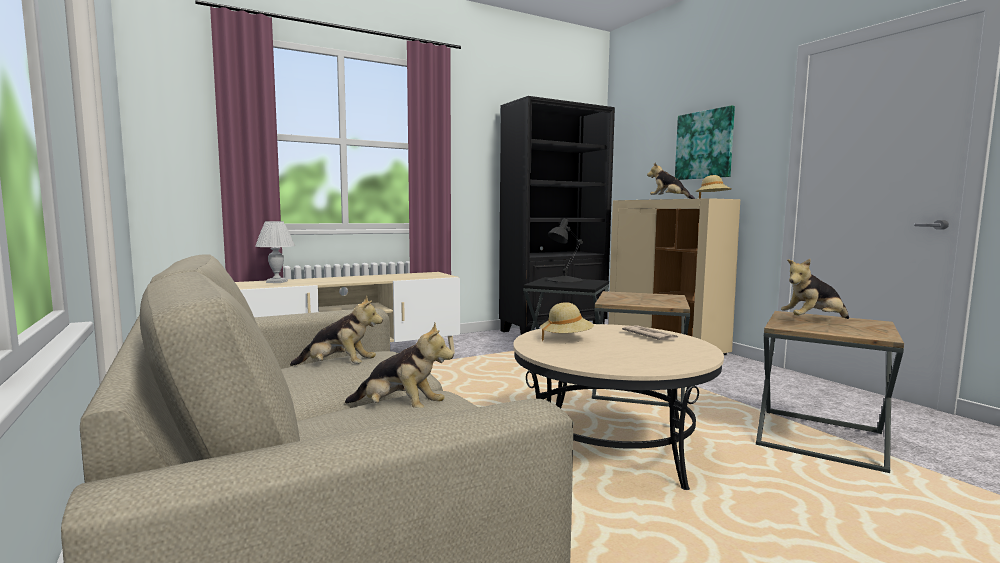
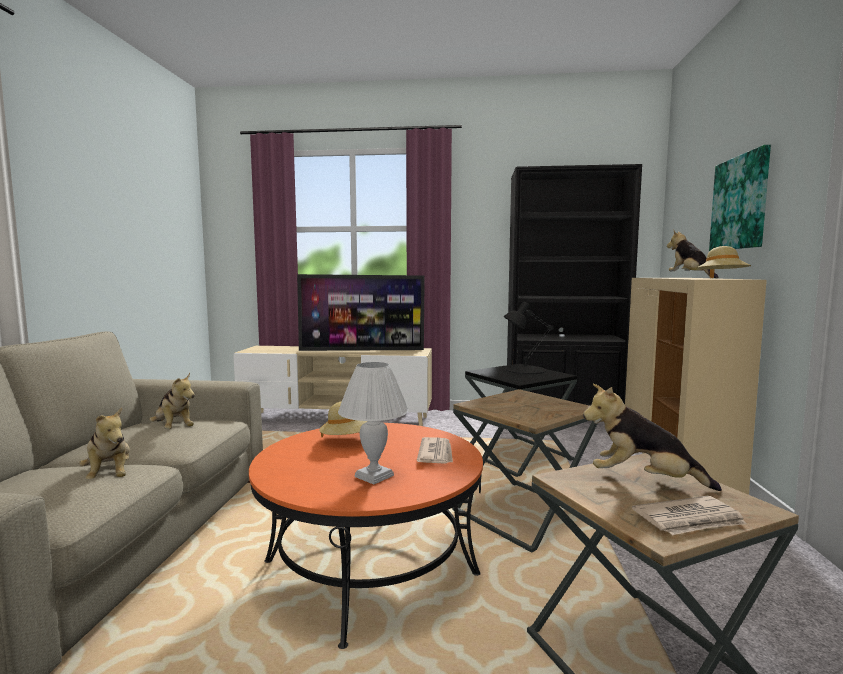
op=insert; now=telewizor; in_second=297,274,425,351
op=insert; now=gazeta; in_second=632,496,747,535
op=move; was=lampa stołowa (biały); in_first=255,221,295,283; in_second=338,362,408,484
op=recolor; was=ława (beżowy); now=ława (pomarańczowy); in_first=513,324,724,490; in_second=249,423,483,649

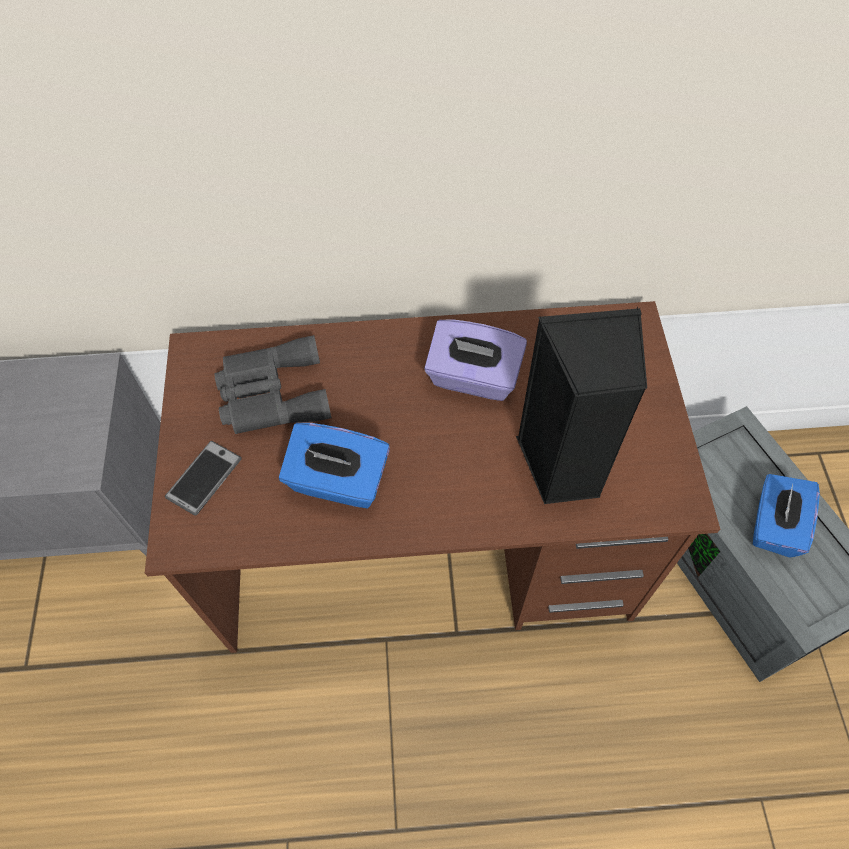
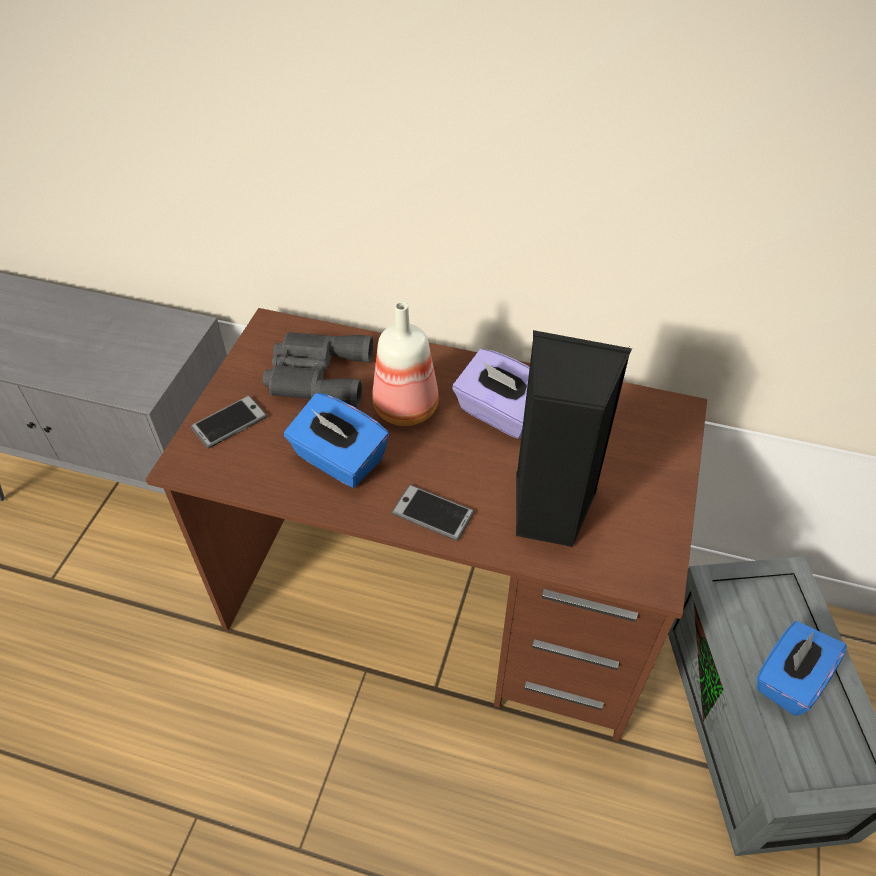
op=insert; now=butelka; in_second=372,302,439,426
op=insert; now=telefon; in_second=391,485,474,541

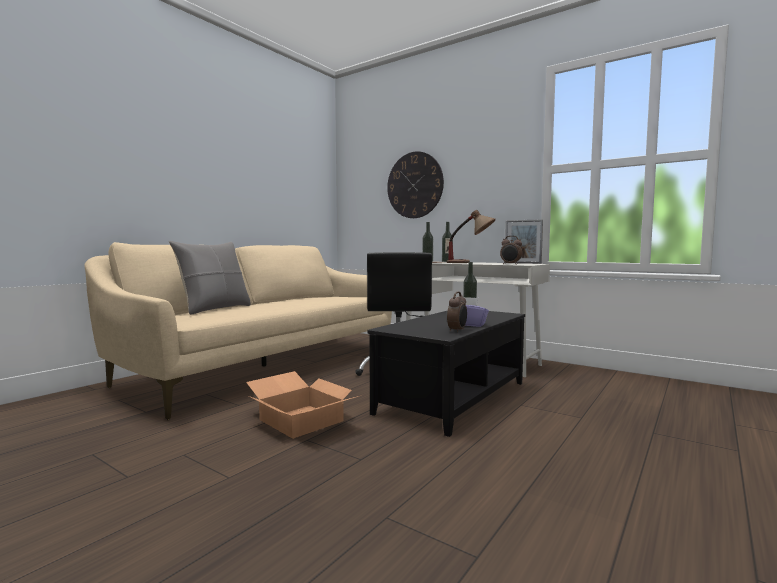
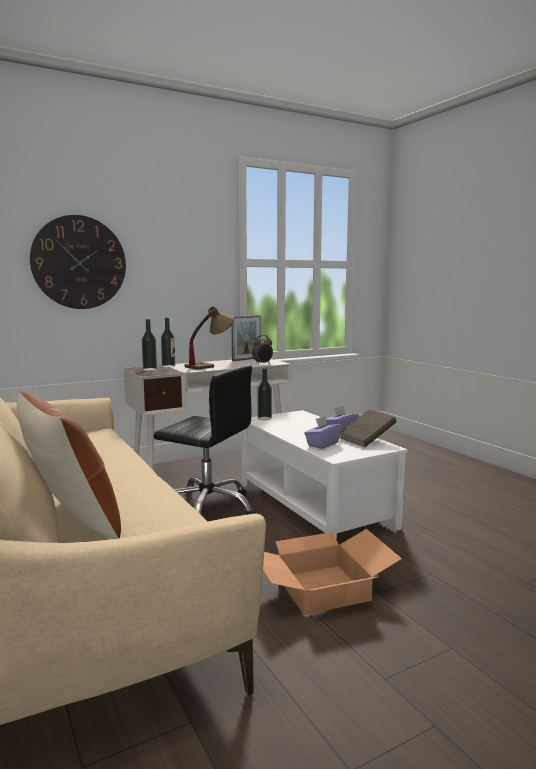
op=insert; now=pudełko chusteczek (fioletowy); in_second=304,416,342,449
op=replace; was=budzik; now=książka (brązowy); in_first=447,292,467,333; in_second=340,410,396,447
op=recolor; was=poduszka (szary); now=poduszka (brązowy); in_first=169,241,251,315; in_second=17,392,121,539
op=recolor; was=ława (czarny); now=ława (biały); in_first=367,311,525,437; in_second=241,410,408,539

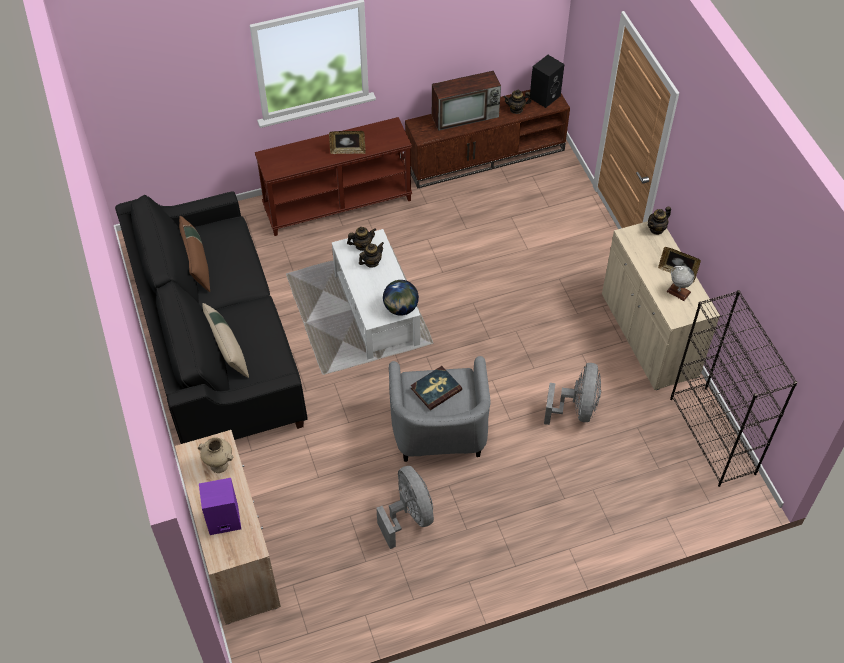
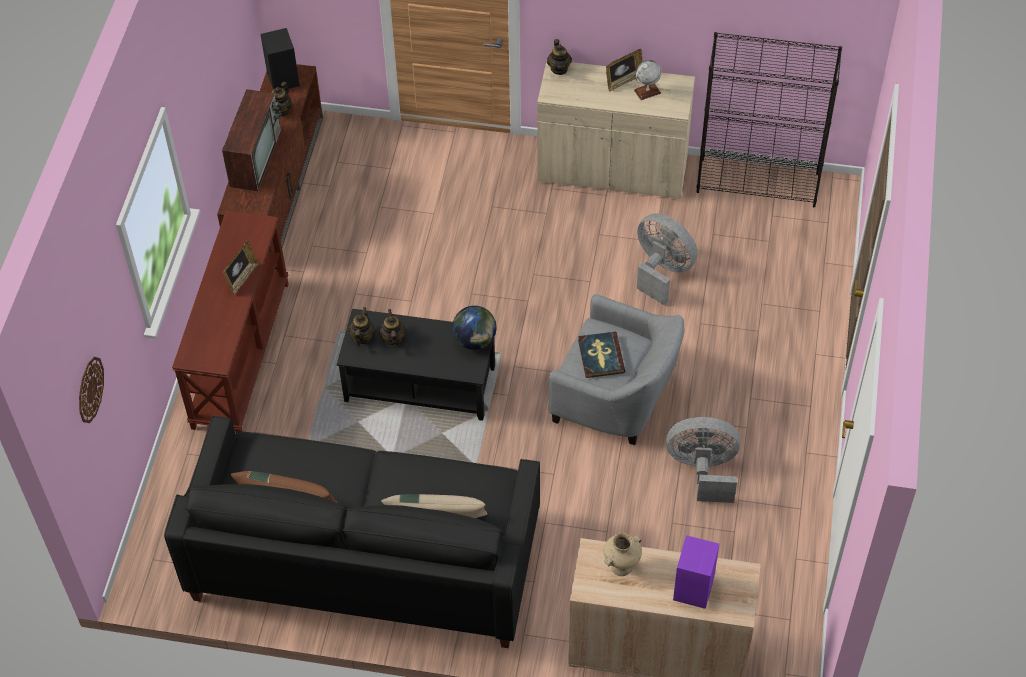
op=insert; now=zegar ścienny; in_second=79,357,104,423
op=recolor; was=ława (biały); now=ława (czarny); in_first=332,229,421,359; in_second=337,309,495,421

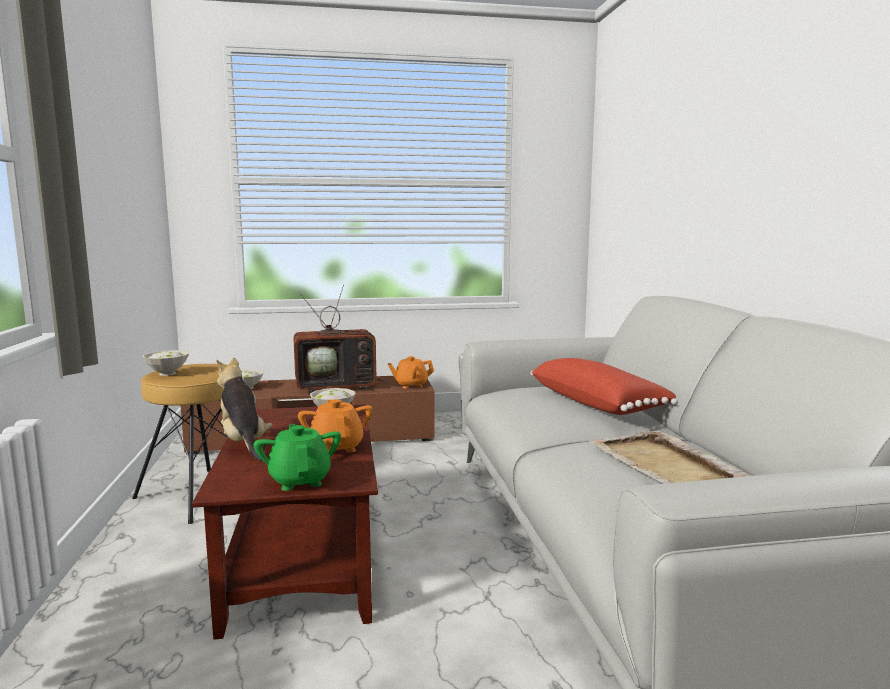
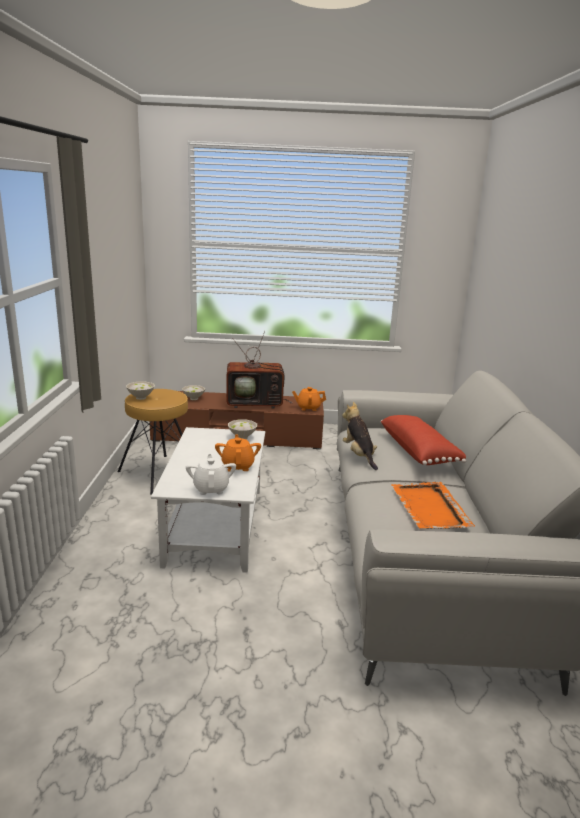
op=move; was=pluszak; in_first=216,358,272,461; in_second=342,402,378,470
op=recolor; was=ława (brązowy); now=ława (biały); in_first=192,404,378,640; in_second=151,427,265,573
op=recolor; was=imbryk (zielony); now=imbryk (biały); in_first=254,424,341,491; in_second=186,454,236,495
op=recolor; was=taca (beżowy); now=taca (pomarańczowy); in_first=589,430,752,484; in_second=392,482,475,529

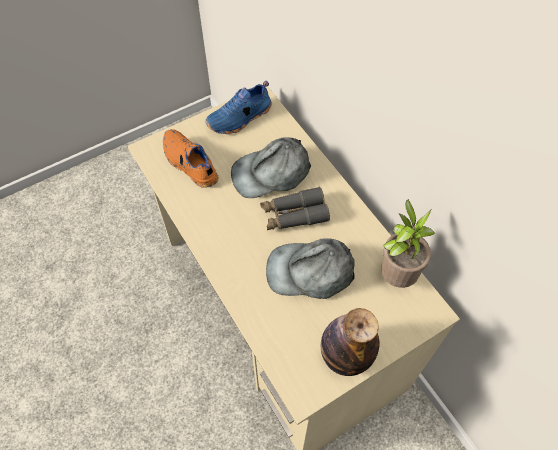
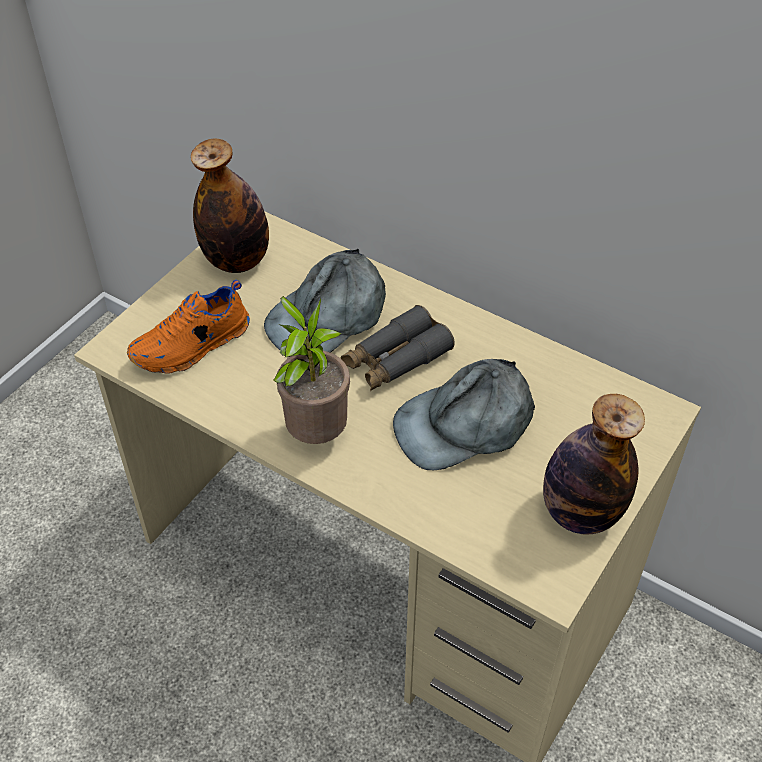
op=move; was=roślina doniczkowa; in_first=381,199,435,288; in_second=273,296,350,444
op=replace; was=but (niebieski); now=butelka; in_first=206,81,272,134; in_second=191,139,269,273
op=rotate; was=but (pomarańczowy); in_first=163,129,219,188; in_second=127,280,250,374; clockwise=-60

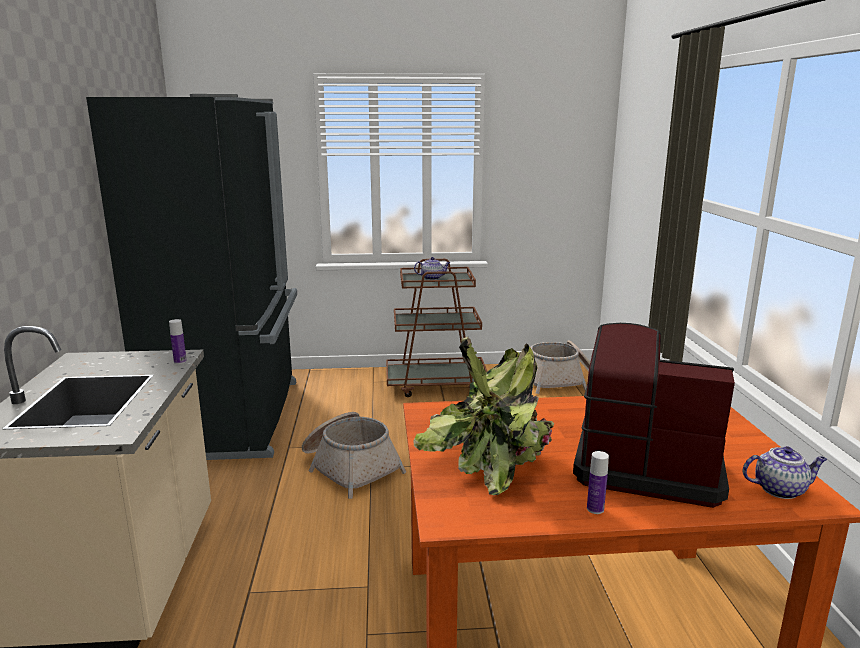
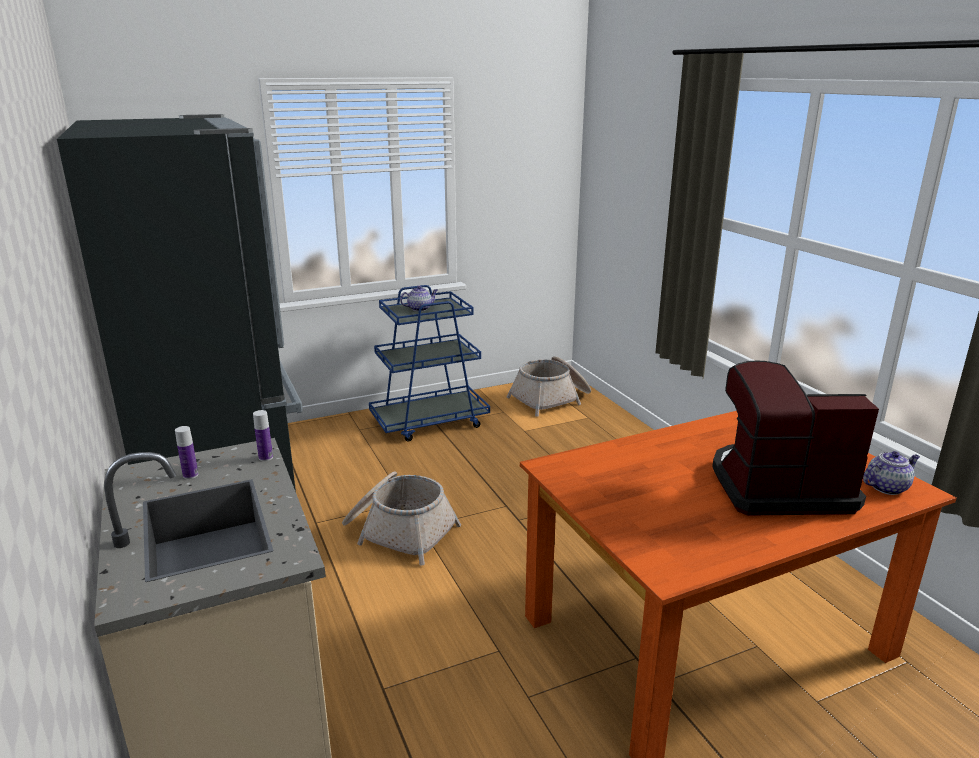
op=delete; was=roślina doniczkowa; in_first=413,337,554,496
op=move; was=butelka; in_first=587,451,609,514; in_second=175,426,198,479
op=recolor; was=wózek (brązowy); now=wózek (niebieski); in_first=386,259,487,397; in_second=369,285,490,442

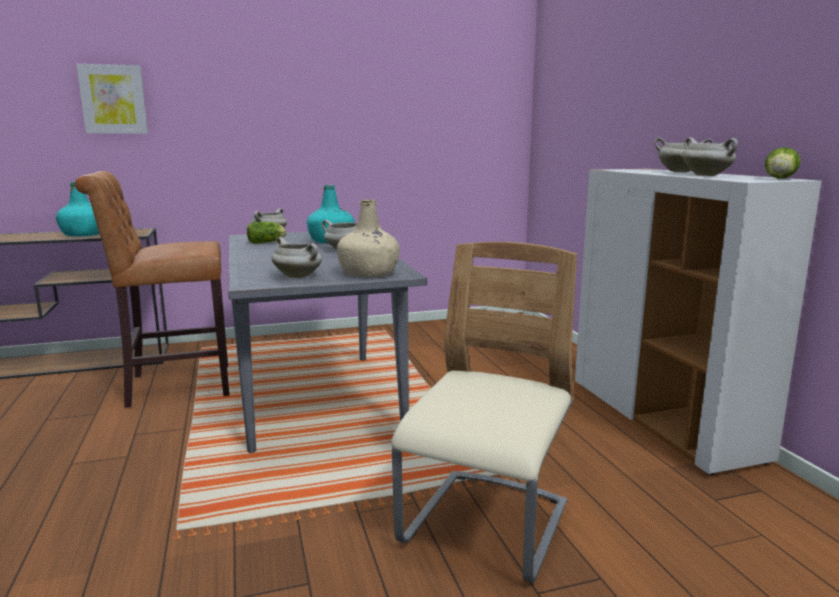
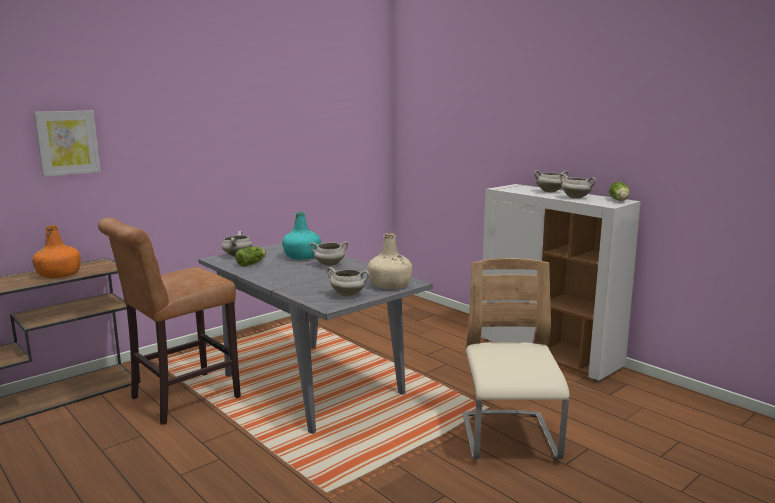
op=recolor; was=butelka (turkusowy); now=butelka (pomarańczowy); in_first=56,182,99,237; in_second=32,225,81,278

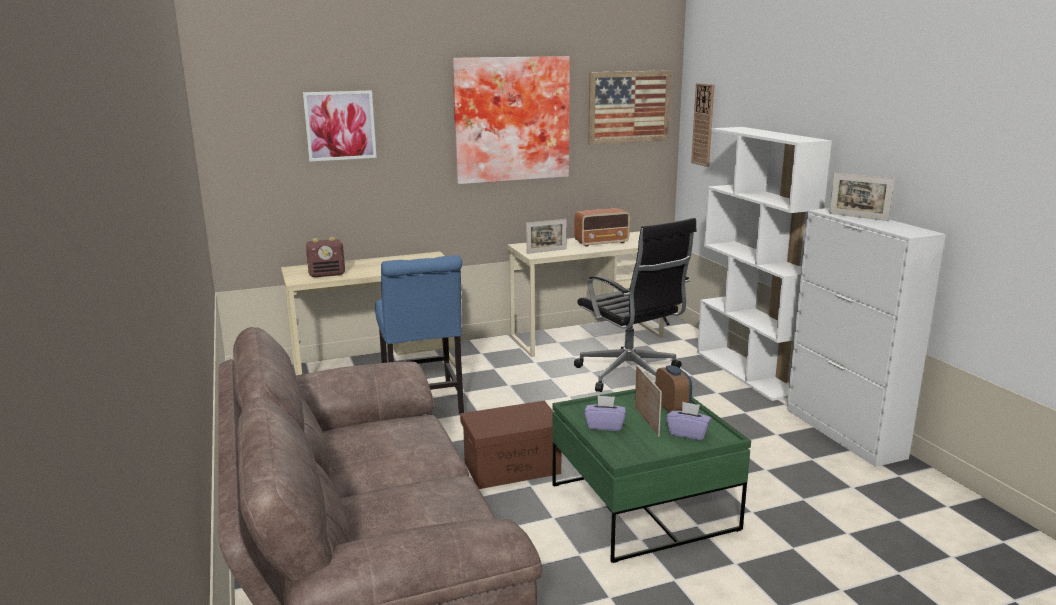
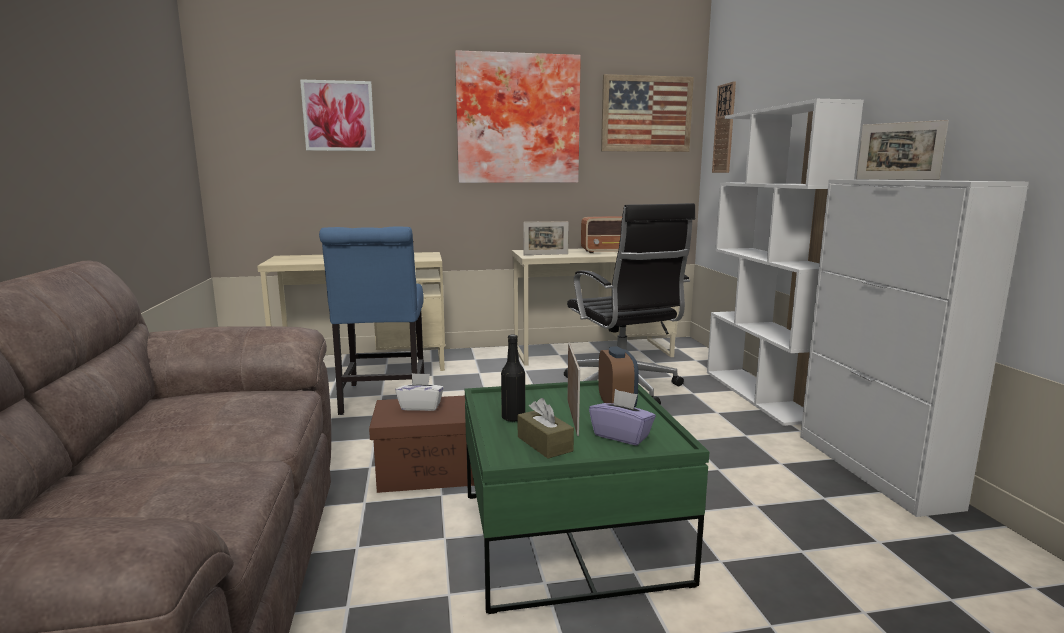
op=delete; was=radio; in_first=306,237,345,277
op=insert; now=pudełko chusteczek (biały); in_second=395,373,444,411
op=insert; now=pudełko chusteczek (brązowy); in_second=518,398,574,458
op=replace; was=pudełko chusteczek (fioletowy); now=butelka (czarny); in_first=584,395,626,431; in_second=501,334,525,422

